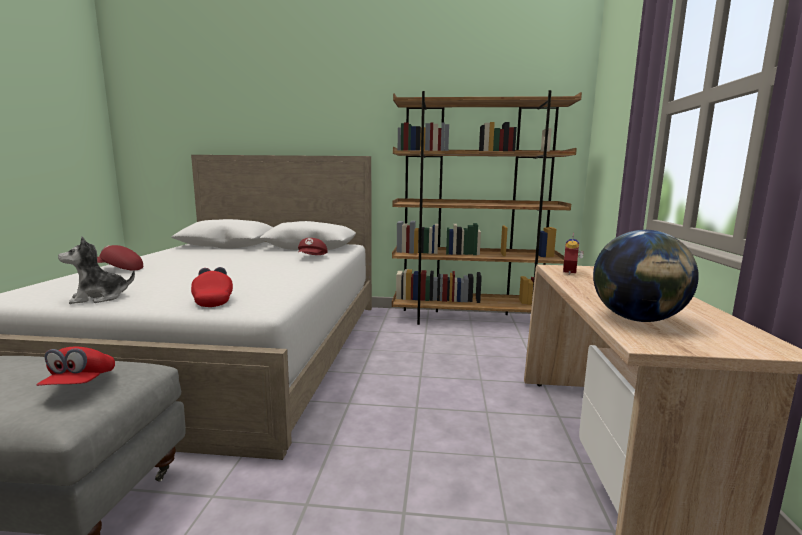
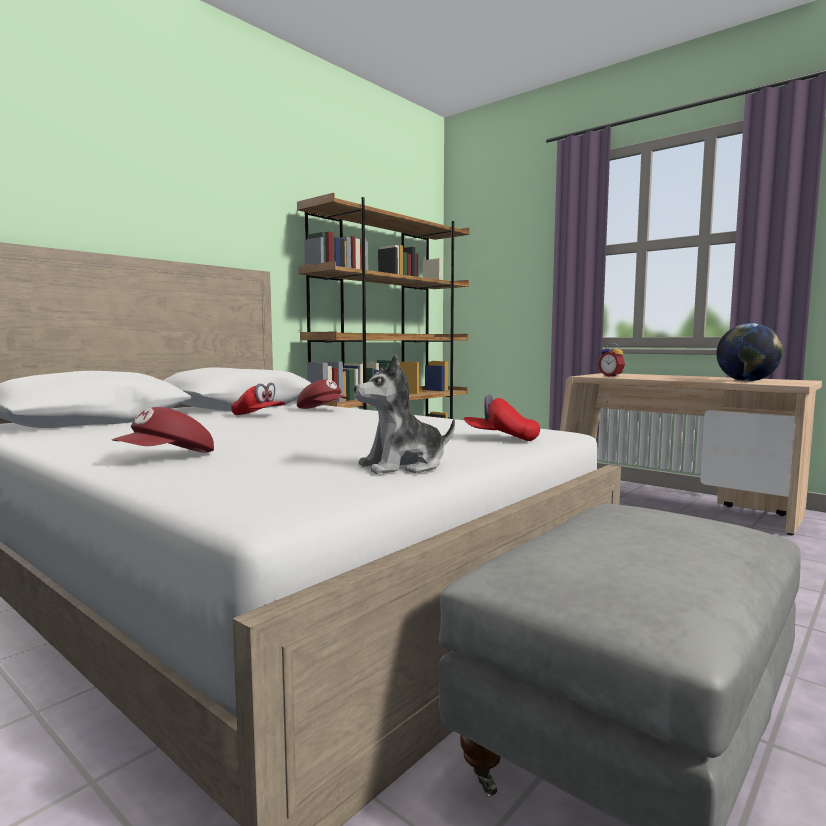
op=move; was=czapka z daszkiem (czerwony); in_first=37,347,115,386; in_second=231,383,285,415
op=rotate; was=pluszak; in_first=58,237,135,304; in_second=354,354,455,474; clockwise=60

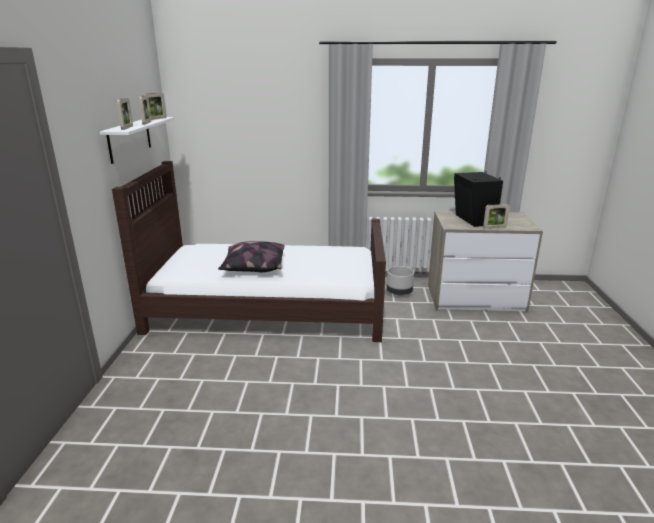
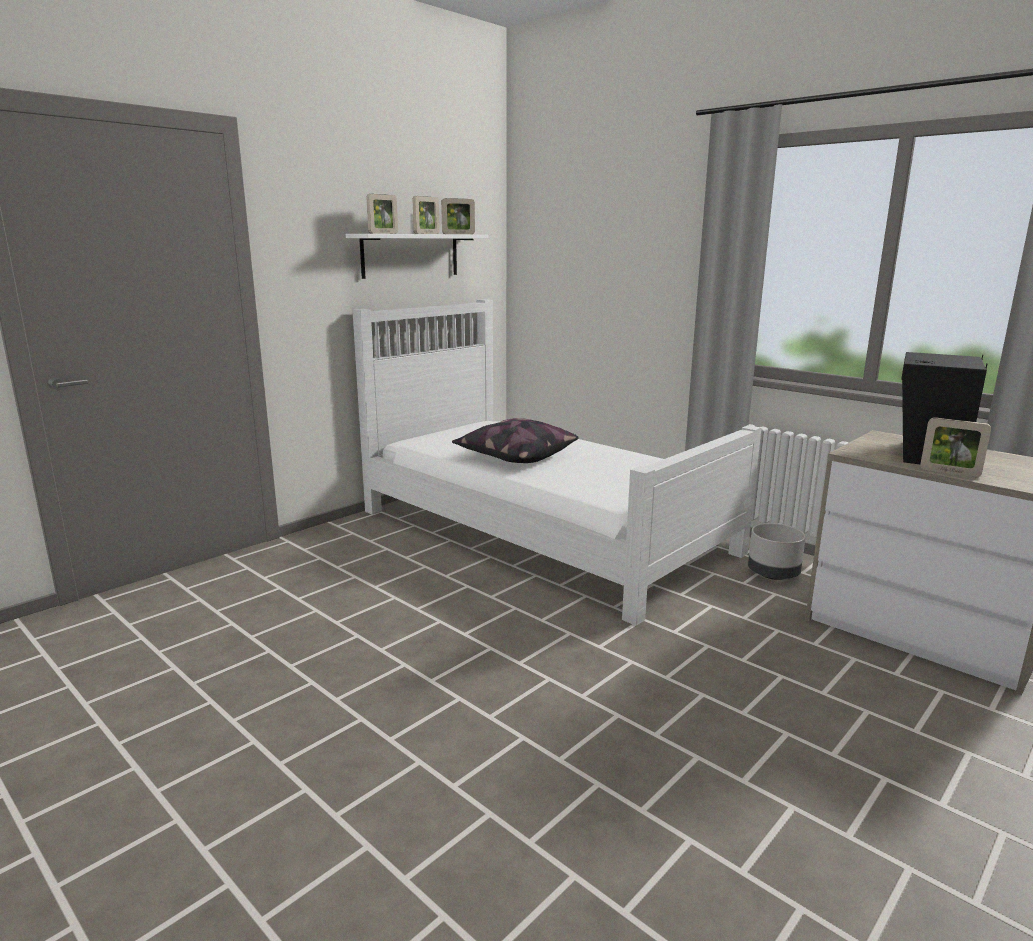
op=recolor; was=łóżko (brązowy); now=łóżko (biały); in_first=112,161,386,342; in_second=352,299,761,626

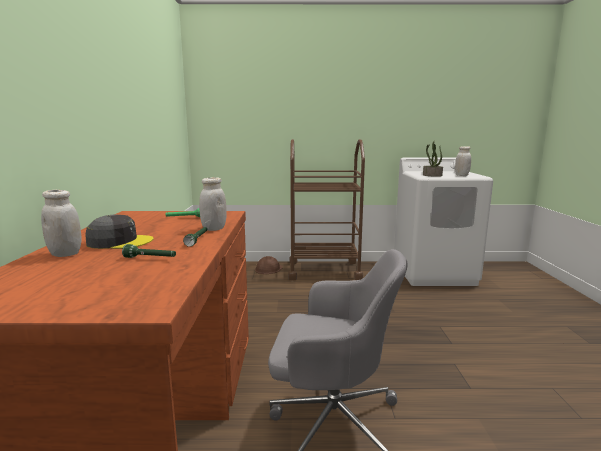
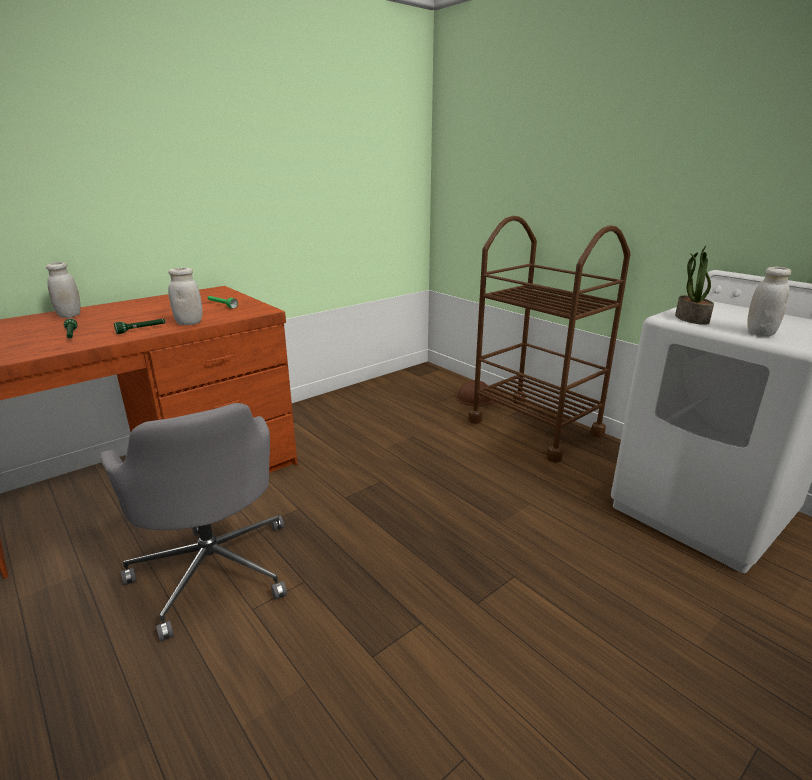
op=delete; was=czapka z daszkiem (szary); in_first=85,215,154,249

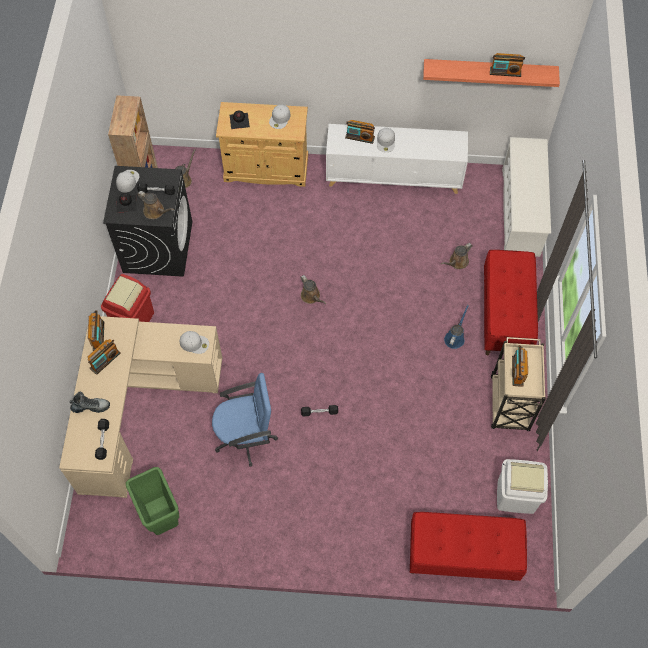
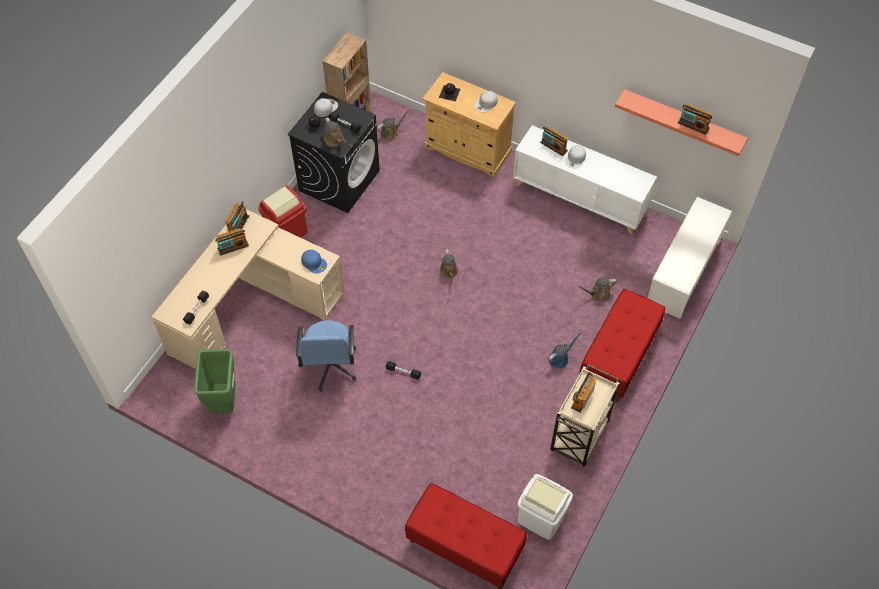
op=delete; was=but z cholewką; in_first=70,392,110,413
op=recolor; was=czapka z daszkiem (biały); now=czapka z daszkiem (niebieski); in_first=180,331,209,354; in_second=301,250,327,274
op=rotate; was=krzesło biurowe (niebieski); in_first=212,373,278,467; in_second=296,320,356,392; clockwise=75

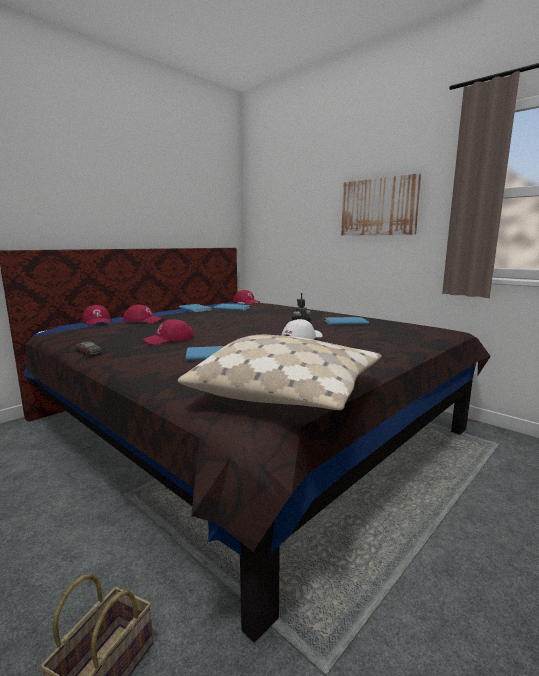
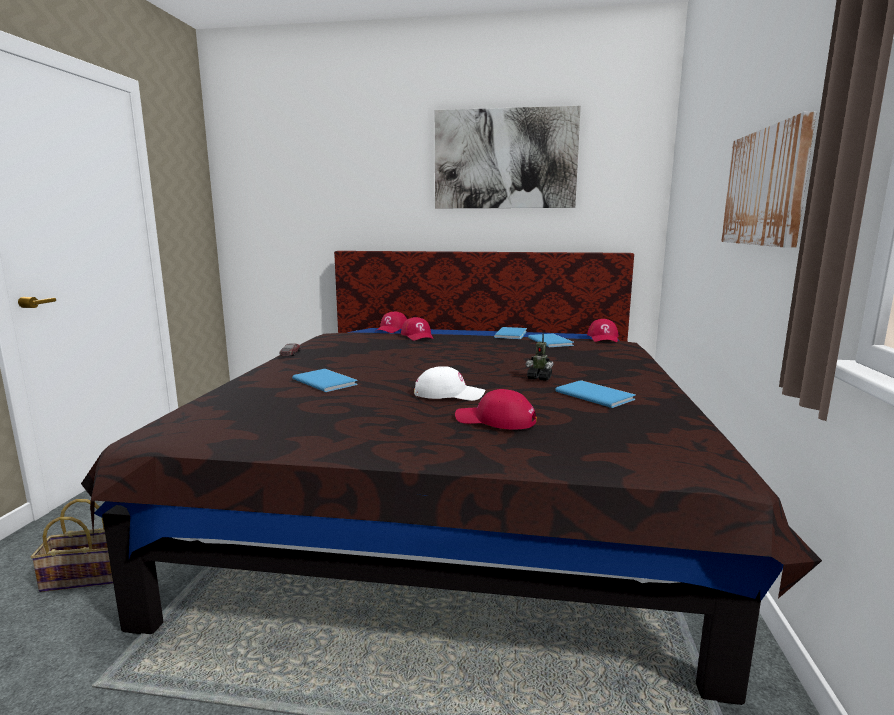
op=delete; was=poduszka (beżowy); in_first=178,335,382,410
op=insert; now=obraz; in_second=435,106,581,208
op=move; was=czapka z daszkiem (czerwony); in_first=143,319,194,345; in_second=455,389,537,429

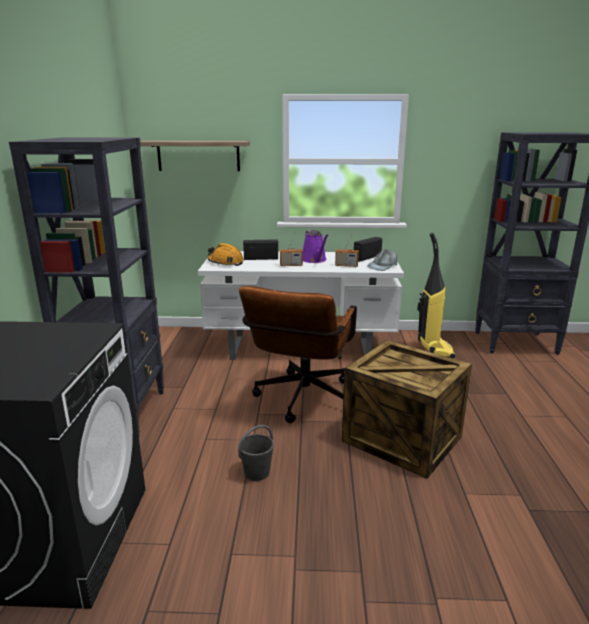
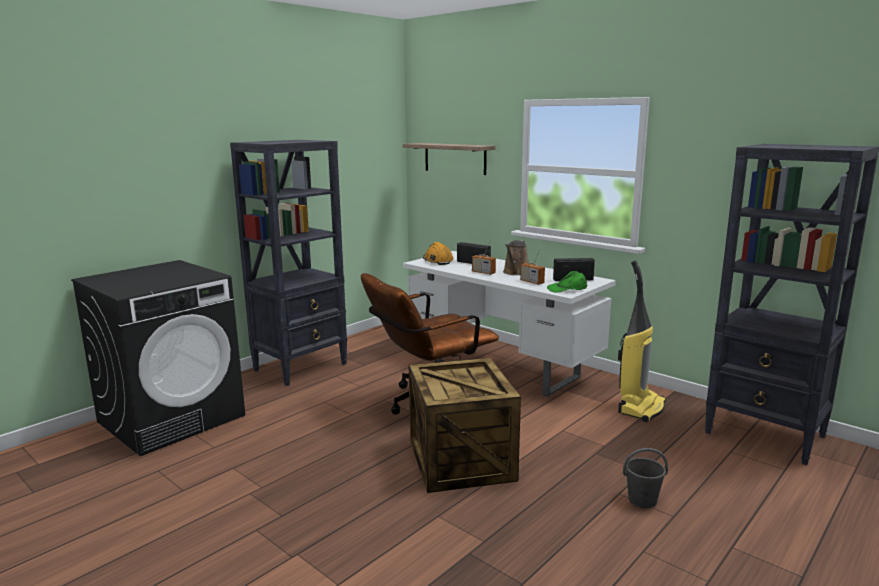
op=move; was=wiadro (szary); in_first=238,425,274,481; in_second=623,448,668,508
op=recolor; was=konewka (fioletowy); now=konewka (brązowy); in_first=303,230,328,263; in_second=503,240,529,275
op=recolor; was=czapka z daszkiem (szary); now=czapka z daszkiem (zielony); in_first=367,249,397,271; in_second=547,271,587,293

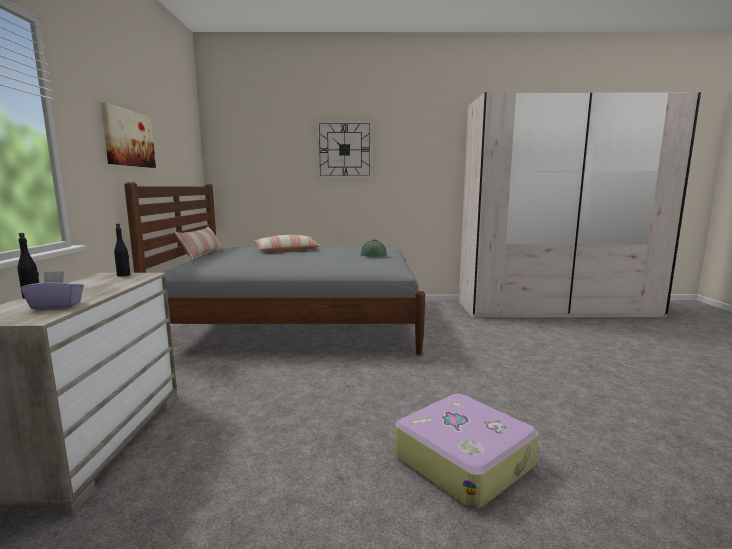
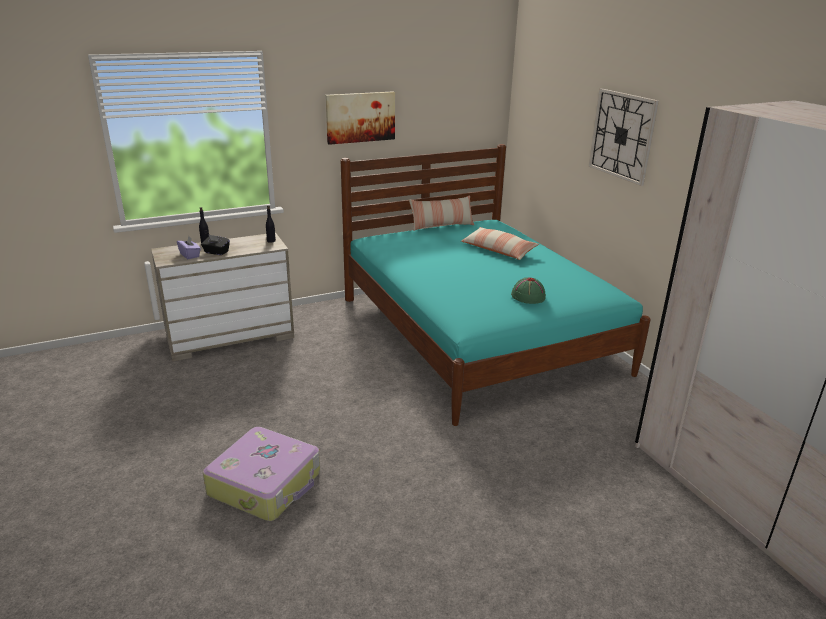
op=insert; now=pudełko chusteczek (czarny); in_second=201,234,230,255
op=recolor; was=łóżko (szary); now=łóżko (turkusowy); in_first=124,182,425,355; in_second=341,144,651,426

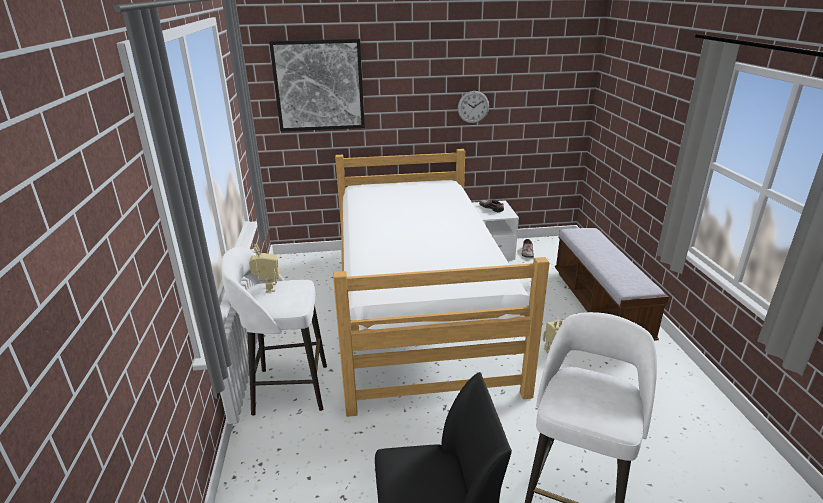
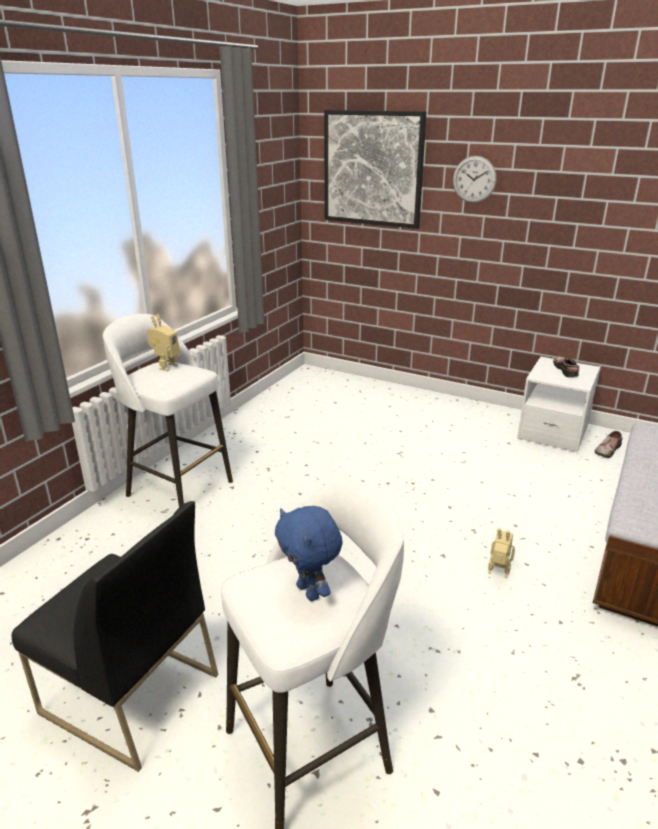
op=delete; was=łóżko; in_first=333,149,550,417
op=insert; now=pluszak (niebieski); in_second=275,506,343,601
op=move; was=zegar ścienny; in_first=458,91,489,123; in_second=453,156,496,203

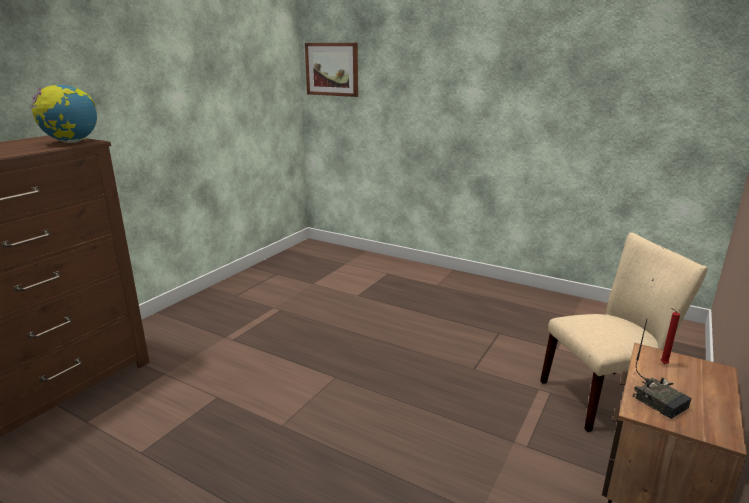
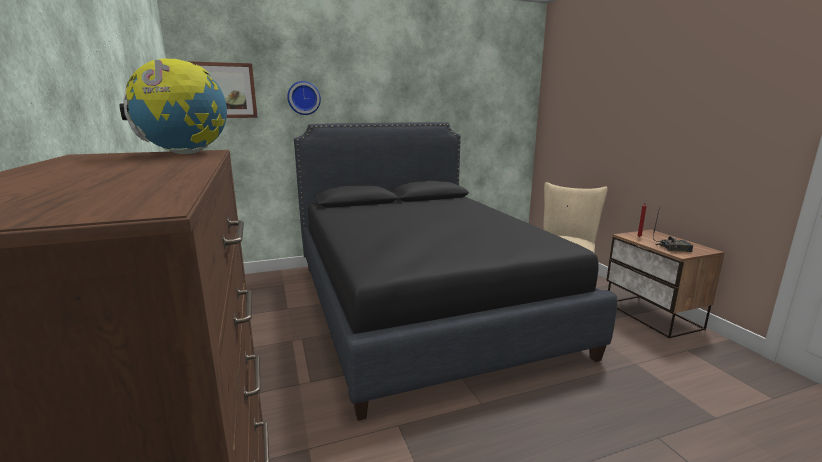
op=insert; now=zegar ścienny; in_second=287,81,321,115
op=insert; now=łóżko (czarny); in_second=294,122,617,421

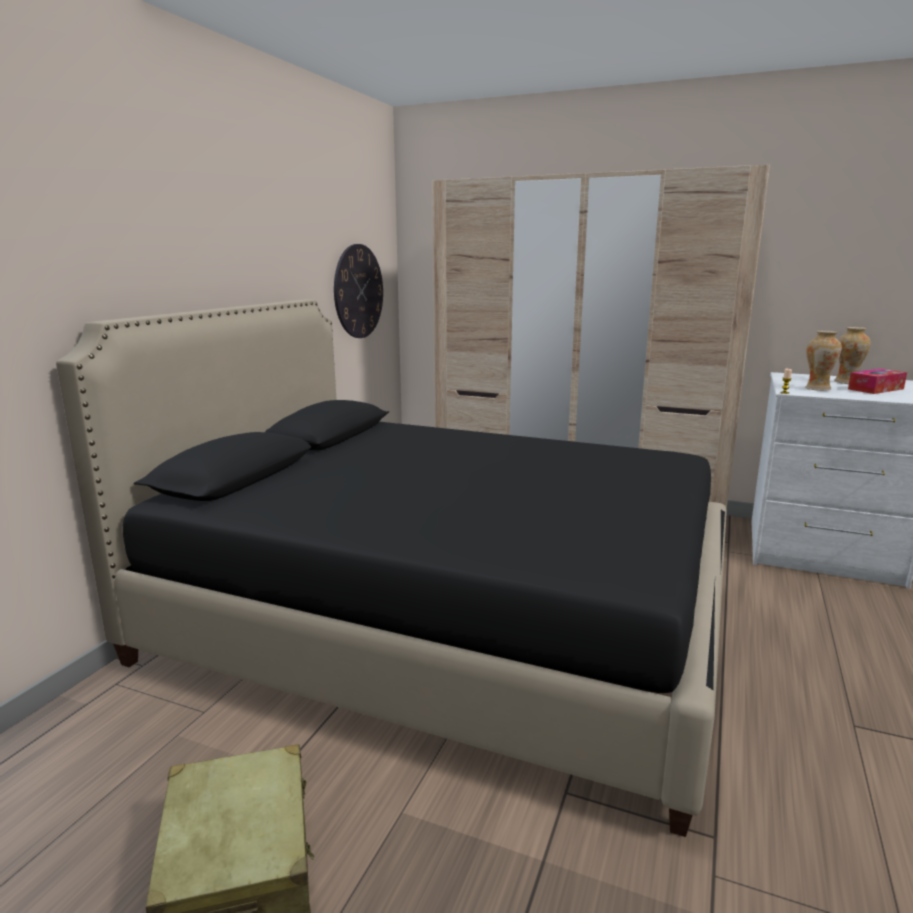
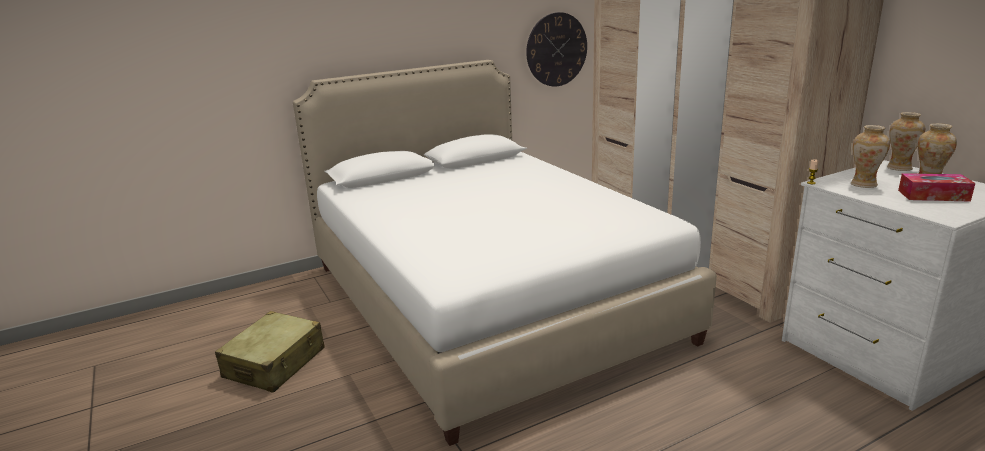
op=insert; now=wazon; in_second=887,112,925,171
op=recolor; was=łóżko (czarny); now=łóżko (biały); in_first=56,299,727,837; in_second=293,60,717,446

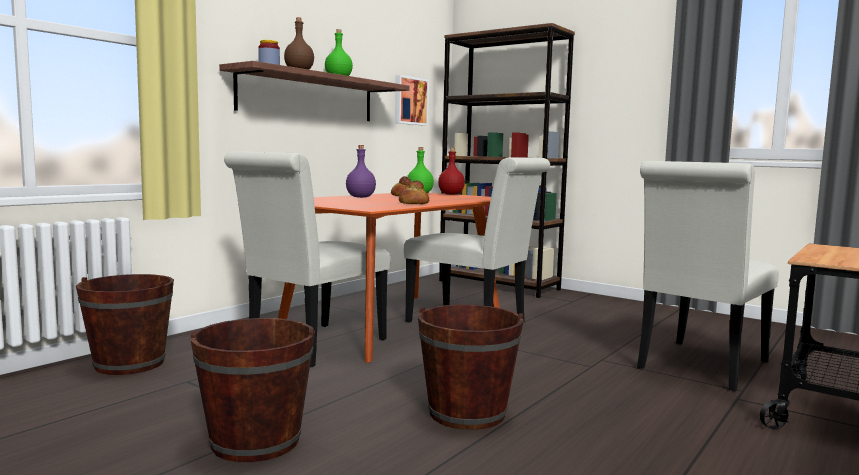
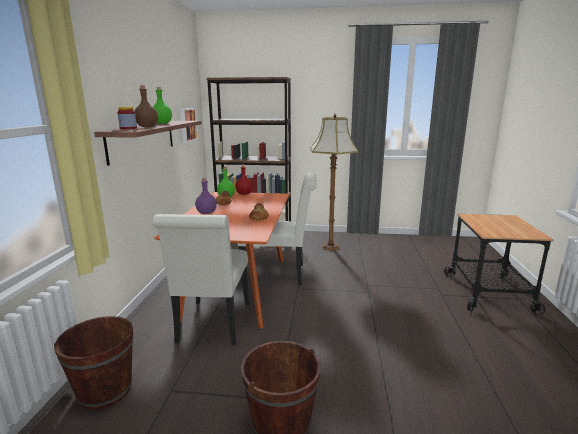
op=delete; was=wiadro (brązowy); in_first=418,304,524,430
op=delete; was=krzesło (biały); in_first=637,161,779,392
op=insert; now=lampa stojąca; in_second=310,113,359,250

